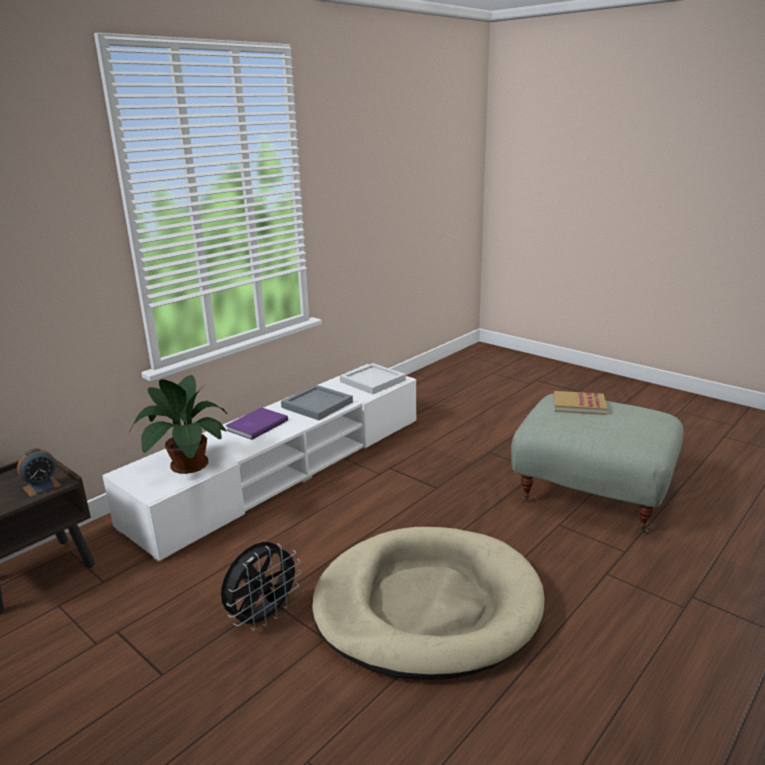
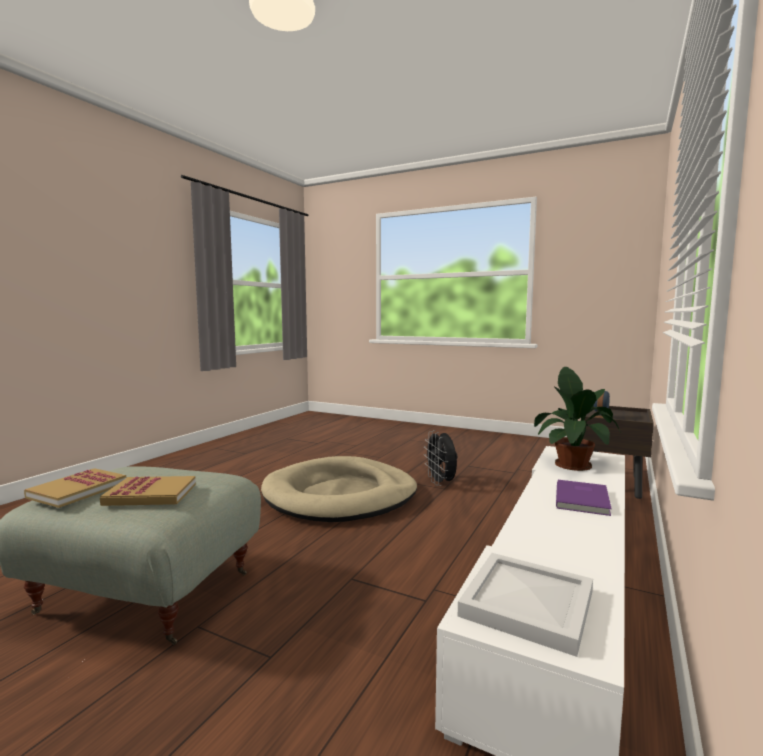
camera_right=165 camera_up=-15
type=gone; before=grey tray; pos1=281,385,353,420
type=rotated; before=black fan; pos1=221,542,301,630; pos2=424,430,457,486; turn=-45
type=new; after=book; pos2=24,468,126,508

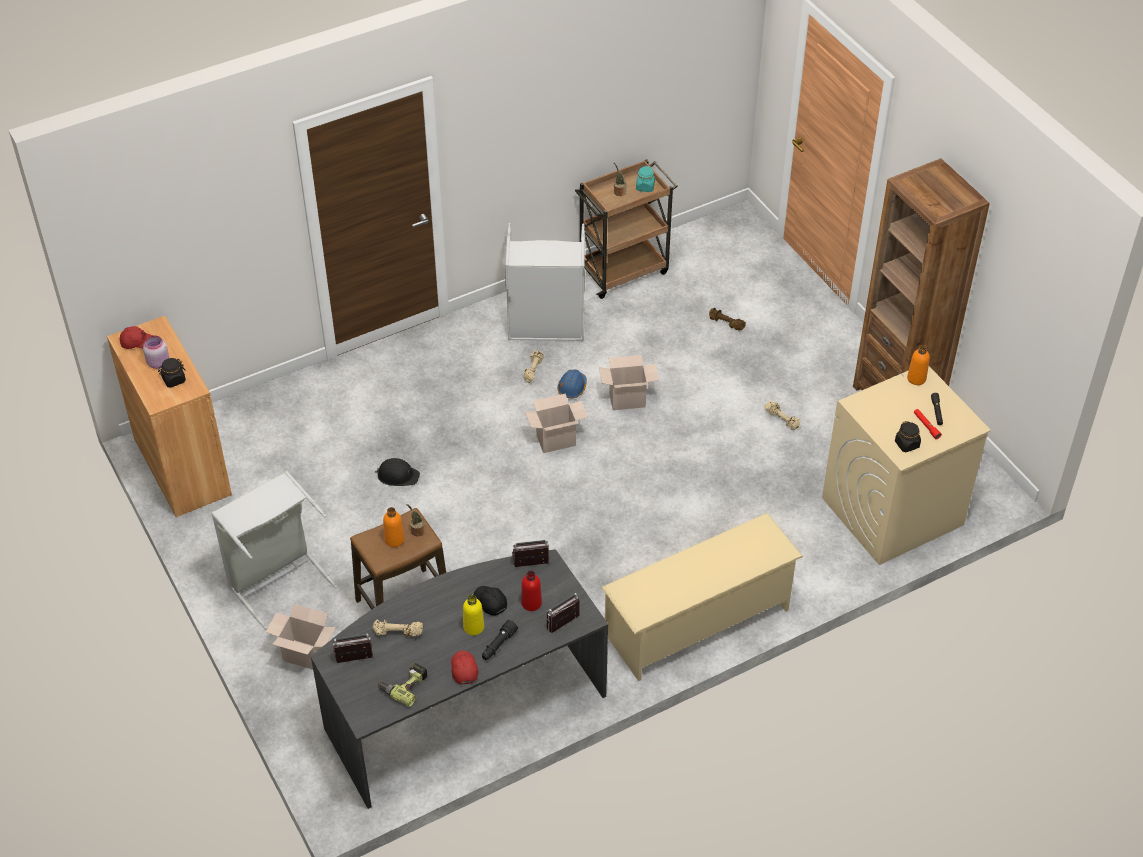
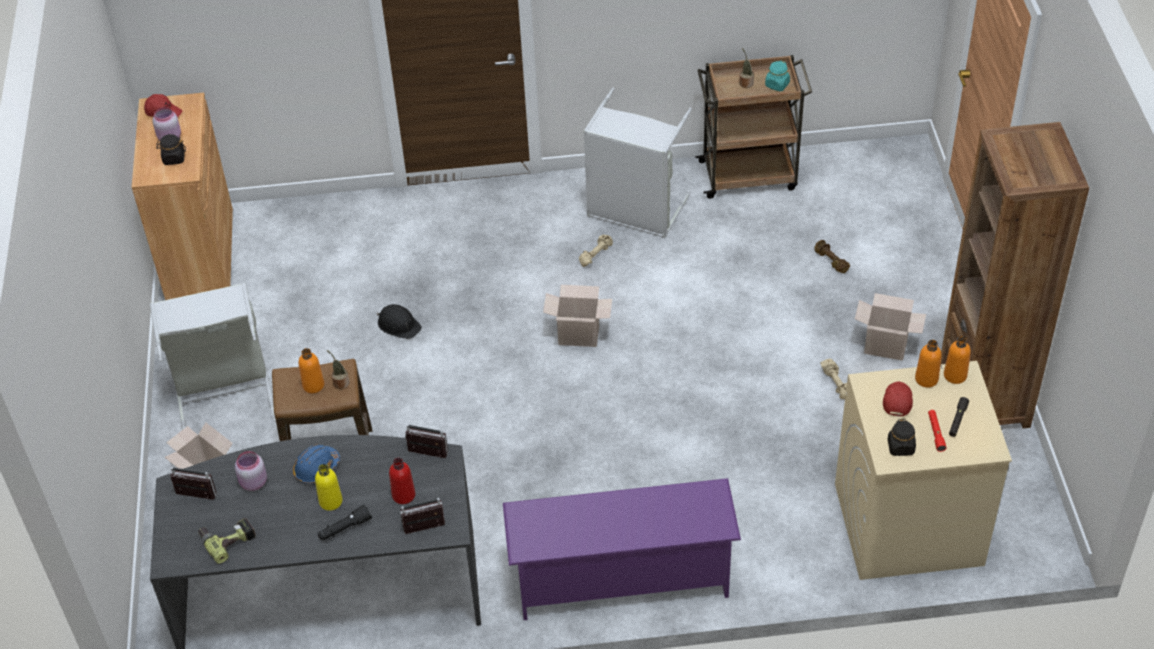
camera_right=25 camera_up=0
type=shifted; before=cardboard box; pos1=599,355,659,410; pos2=855,293,926,361
type=shifted; before=blue hard hat; pos1=557,369,587,399; pos2=293,445,340,484
type=repainted; before=beige shoe rack; after=purple shoe rack; pos1=601,513,803,681; pos2=503,478,741,620
type=gone; before=black cap; pos1=474,586,507,616
type=swapped; before=beige dumbbell; after=pink jar; pos1=372,620,423,637; pos2=235,451,267,491
type=shifted; before=red cap; pos1=451,651,478,684; pos2=883,381,913,417
type=new; after=orange bottle; pos2=915,340,942,388

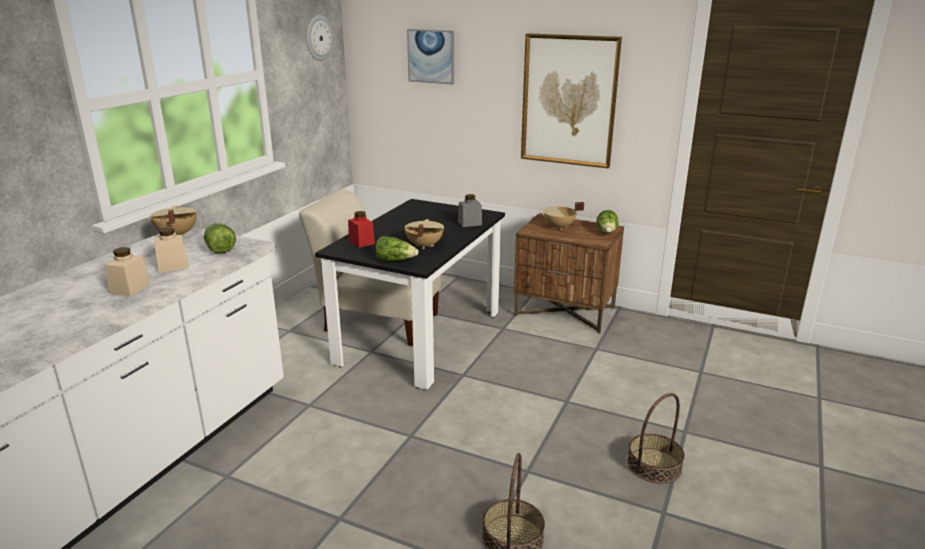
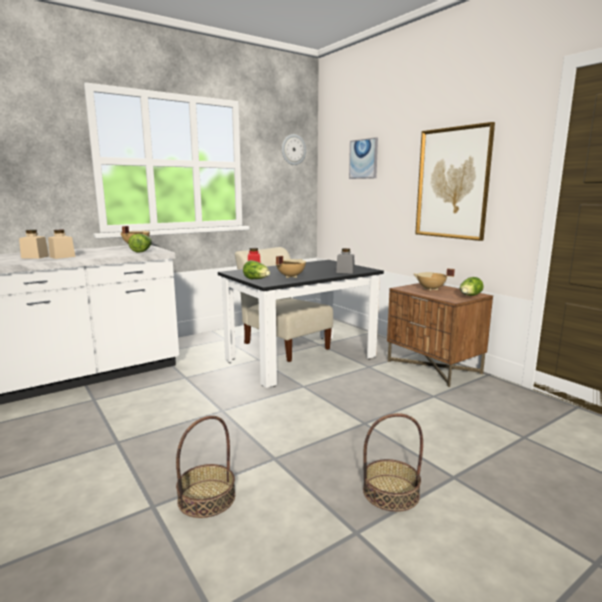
camera_right=30 camera_up=-10
type=shifted; before=beige jar; pos1=154,227,189,273; pos2=19,230,49,259

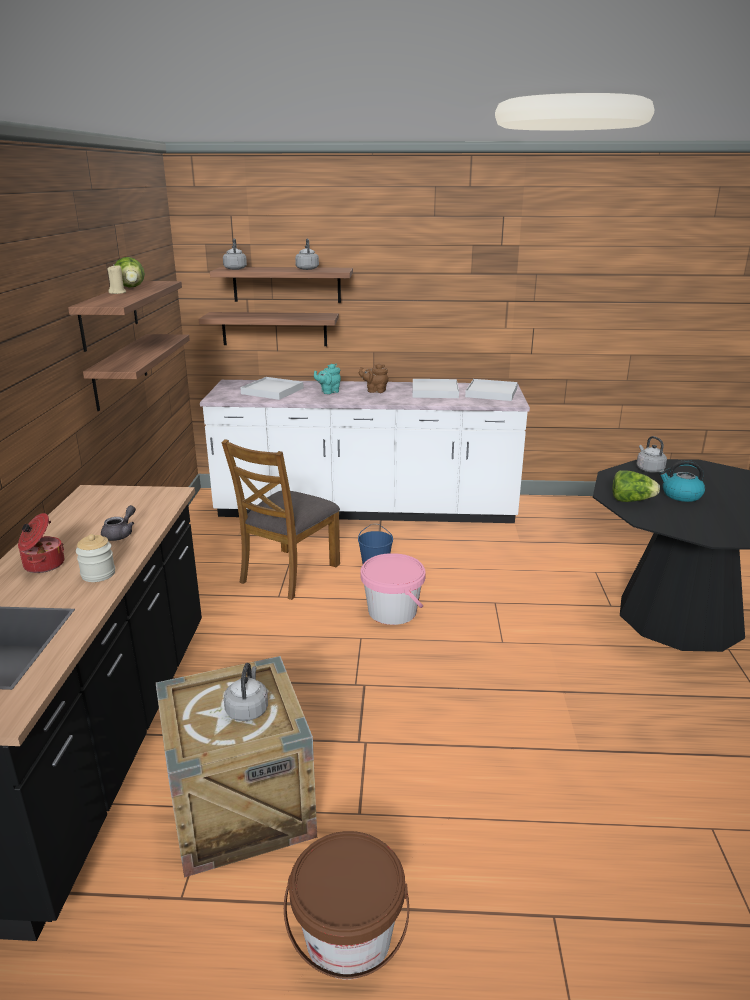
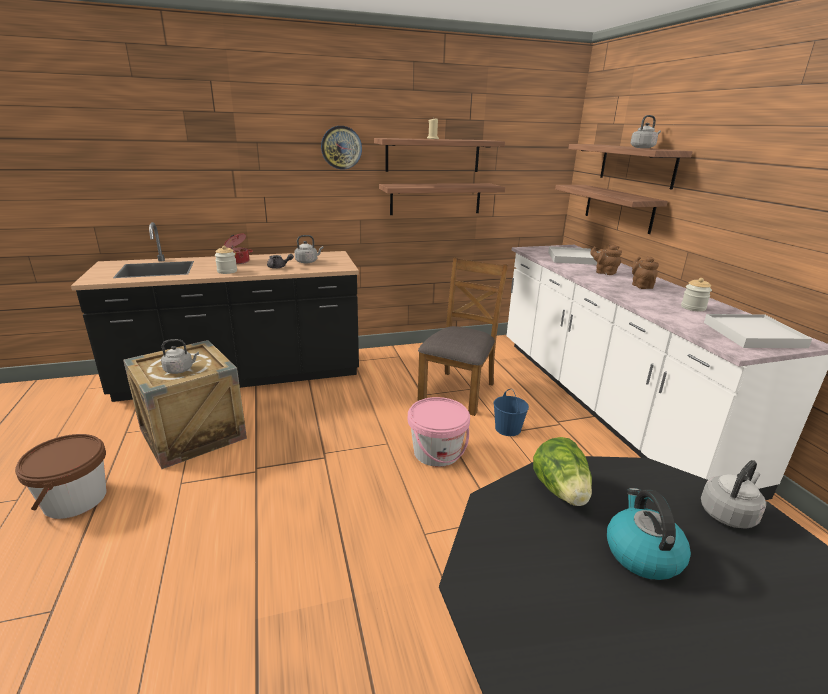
camera_right=70 camera_up=0
type=shifted; before=grey kettle; pos1=223,238,247,270; pos2=295,235,323,263
type=gone; before=lettuce; pos1=114,257,145,288
type=repainted; before=turquoise teapot; after=brown teapot; pos1=314,364,341,394; pos2=590,245,622,275
type=swapped; before=white tray; after=jar; pos1=413,379,459,398; pos2=681,278,712,311
type=rotated; before=brown chair; pos1=222,439,340,600; pos2=418,257,508,416; turn=105
type=new; after=wall clock; pos2=321,126,362,170

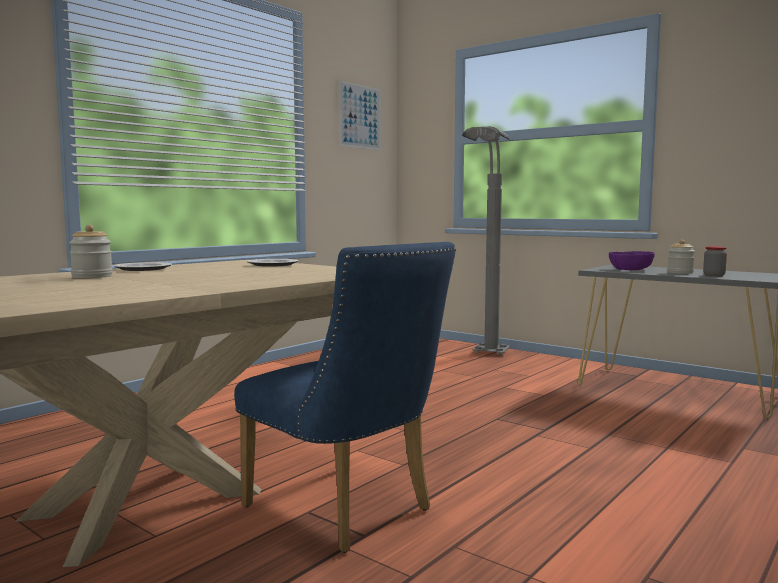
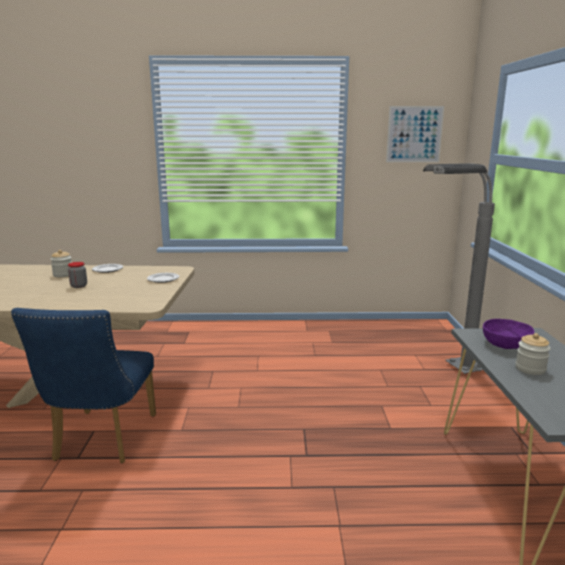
camera_right=50 camera_up=10
type=shifted; before=jar; pos1=703,246,727,277; pos2=68,262,87,288

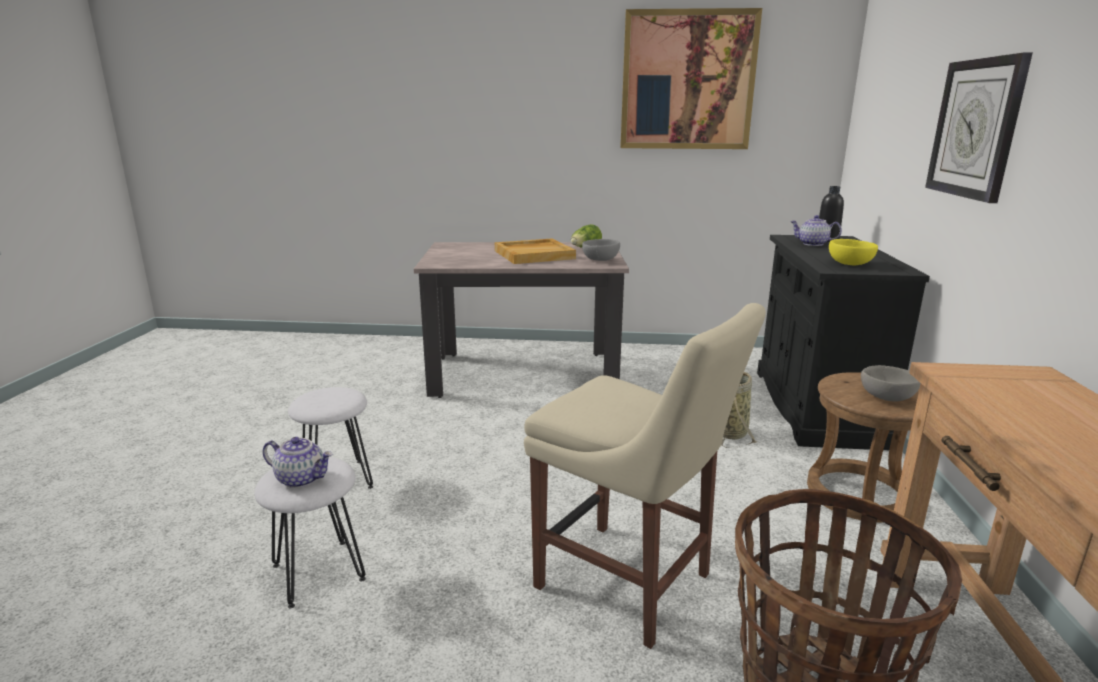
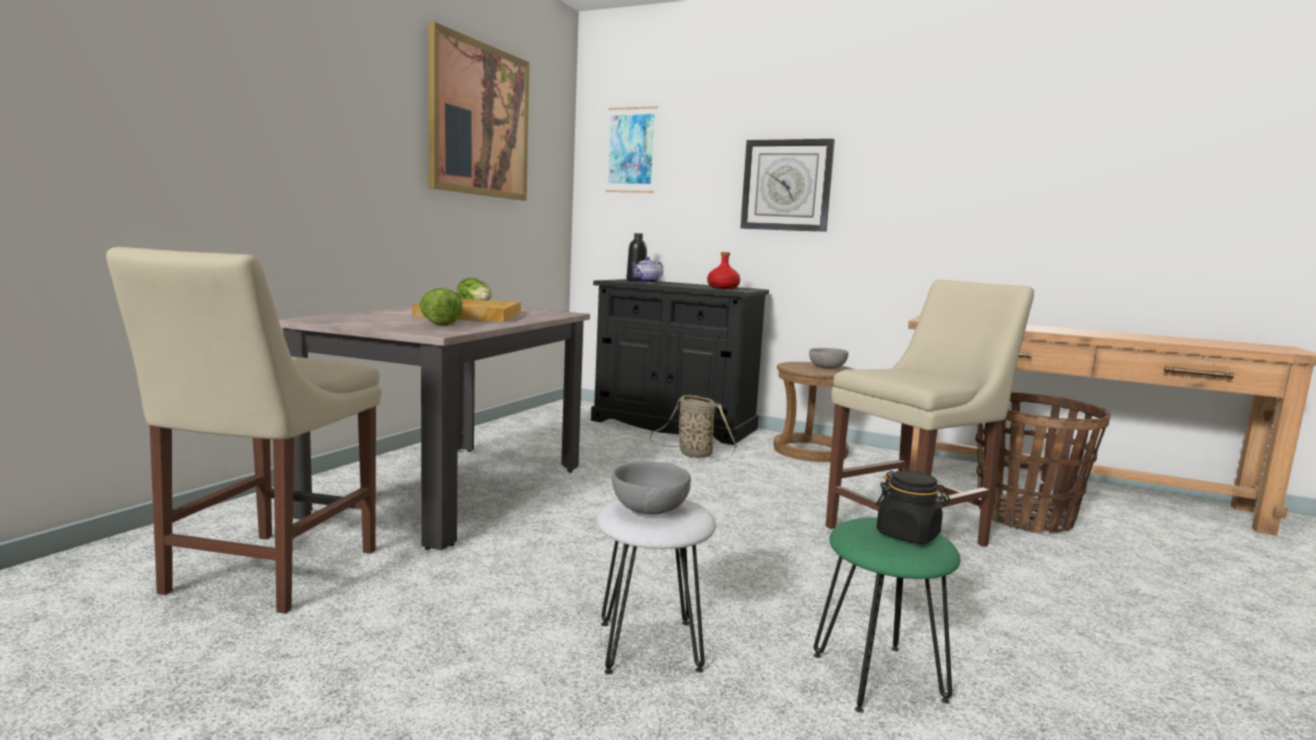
camera_right=-70 camera_up=-10
type=shifted; before=grey bowl; pos1=582,239,620,261; pos2=612,462,691,514
type=swapped; before=yellow bowl; after=red bottle; pos1=829,239,878,265; pos2=707,252,740,289
type=swapped; before=teapot; after=black jar; pos1=263,437,333,488; pos2=876,471,950,544
type=repainted; before=white stool; after=green stool; pos1=254,457,366,608; pos2=813,517,961,713
type=new; after=picture; pos2=605,106,658,193
type=new; after=beige chair; pos2=106,247,382,614
type=new; after=lettuce; pos2=420,288,463,326

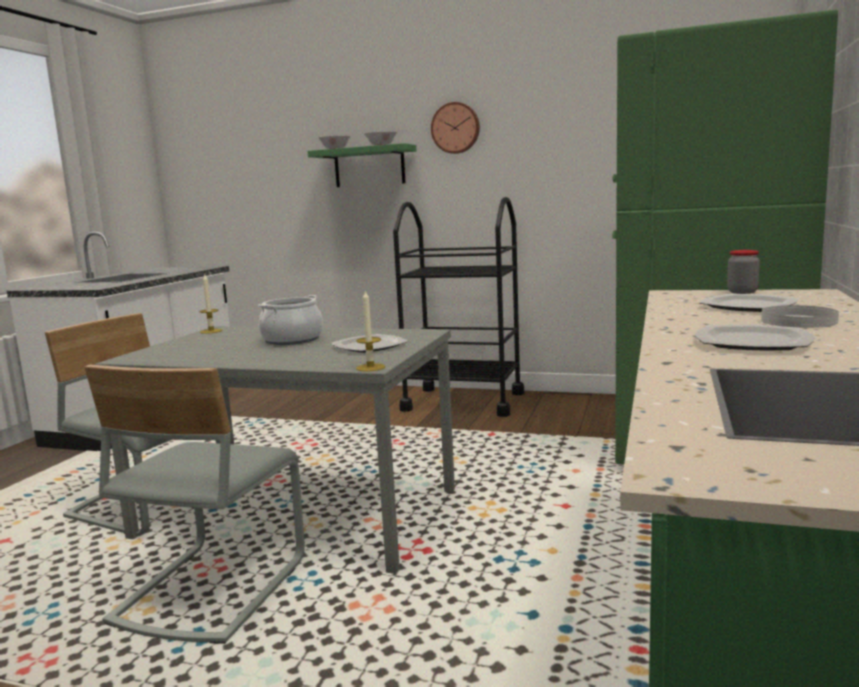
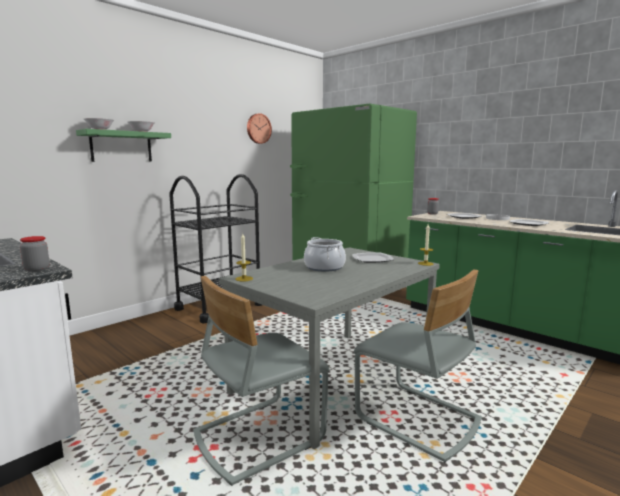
camera_right=-65 camera_up=0
type=shifted; before=wall clock; pos1=431,102,480,154; pos2=247,113,272,144
type=new; after=jar; pos2=20,236,50,272

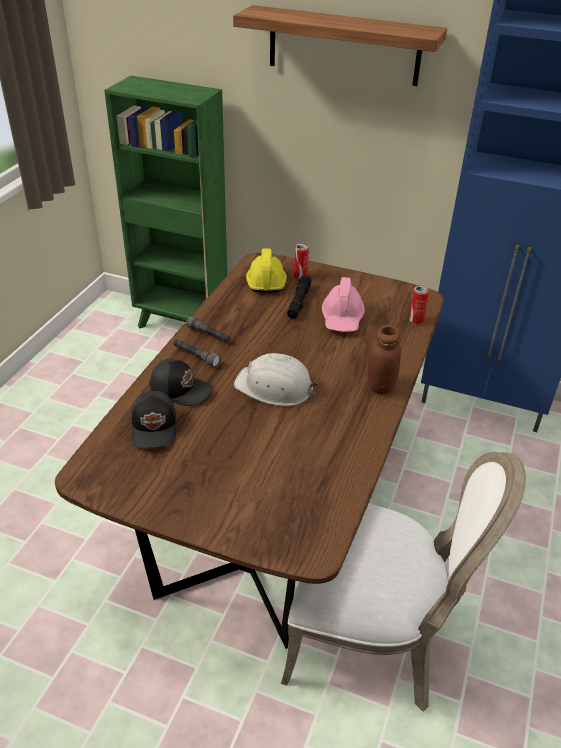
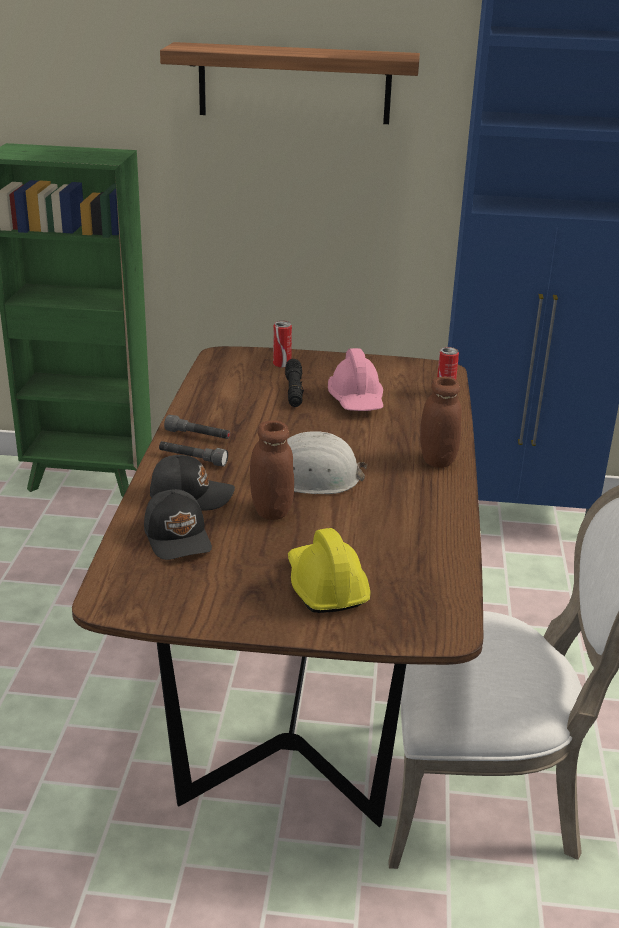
camera_right=-15 camera_up=-10
type=shifted; before=yellow hard hat; pos1=246,248,287,293; pos2=288,528,371,613
type=new; after=brown jar; pos2=250,420,294,520

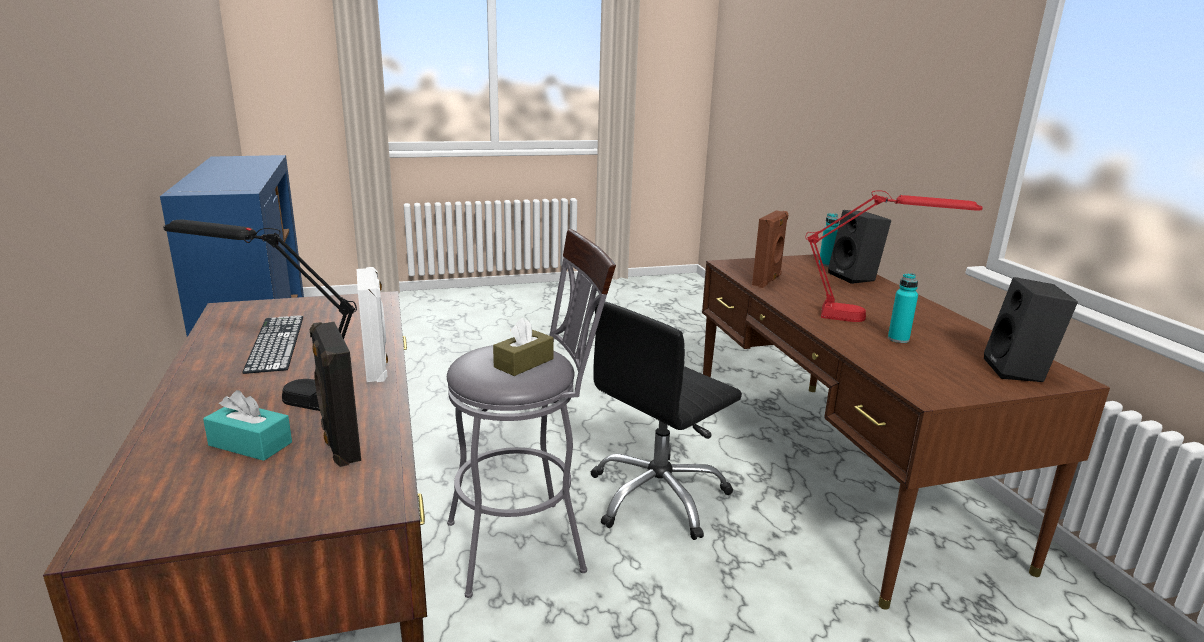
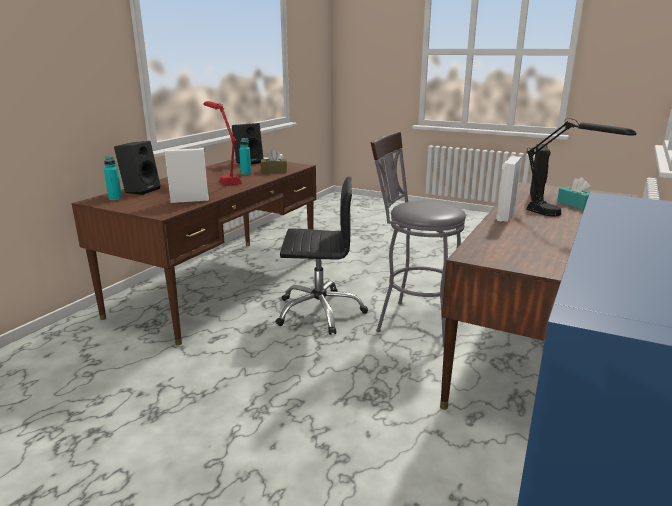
camera_right=-135 camera_up=0
type=repainted; before=brown speaker; after=white speaker; pos1=752,211,788,288; pos2=165,148,209,203
type=gone; before=keyboard; pos1=242,315,303,374
type=shifted; before=brown tissue box; pos1=493,318,554,376; pos2=261,150,287,173

